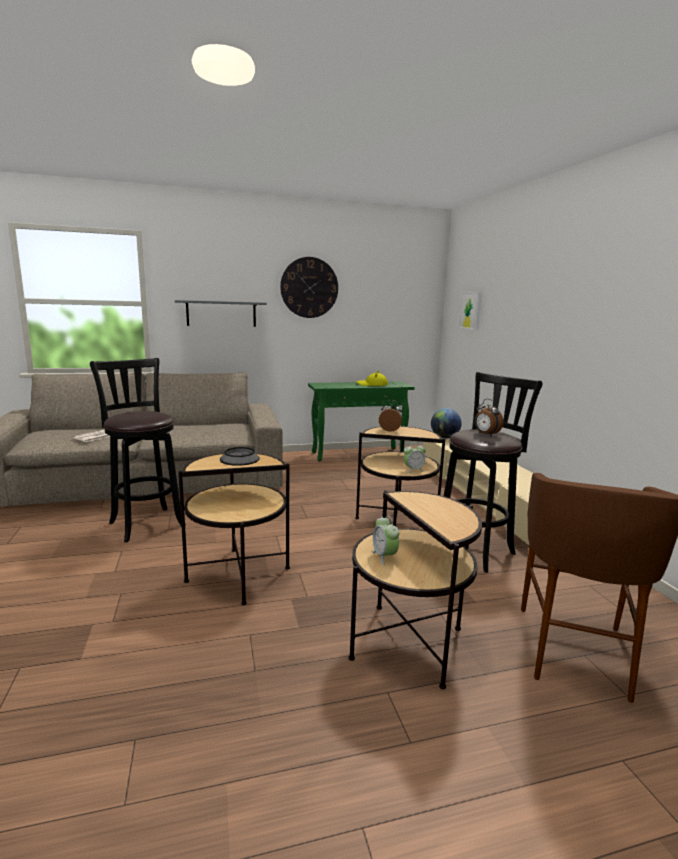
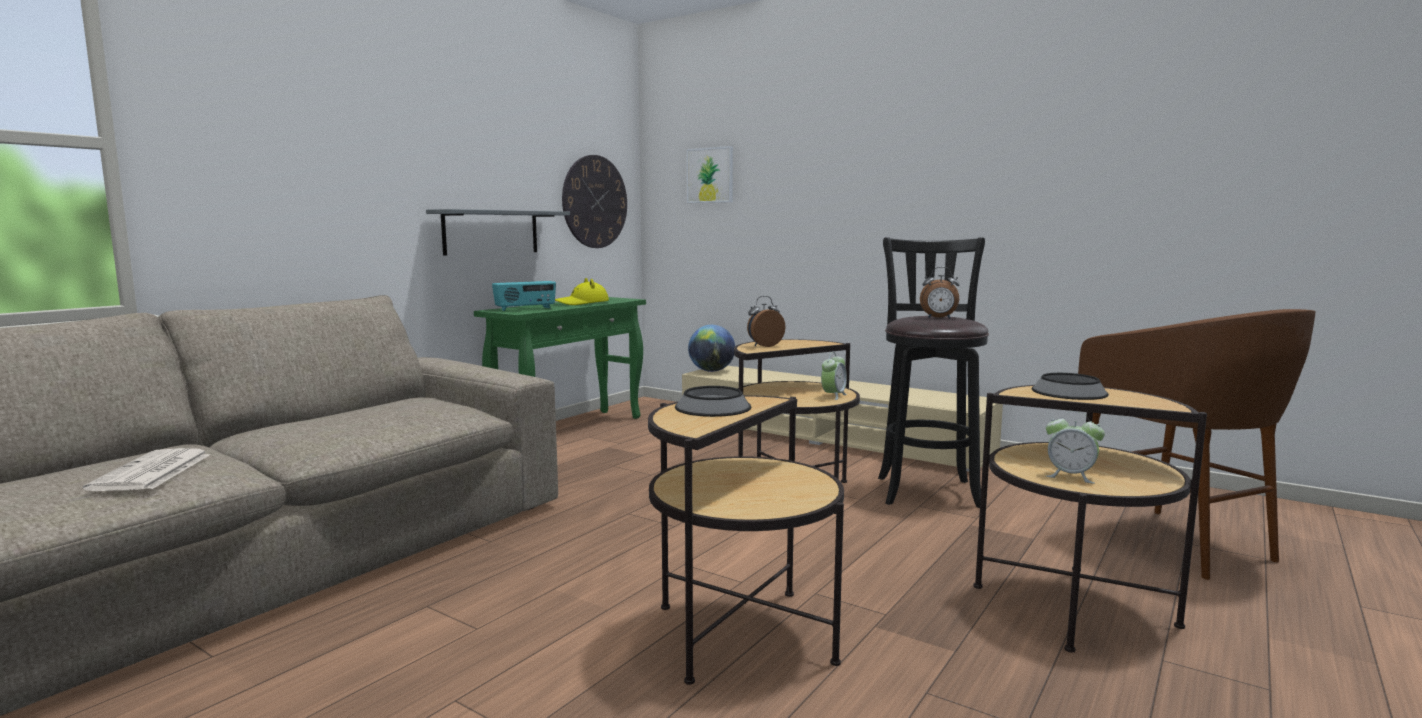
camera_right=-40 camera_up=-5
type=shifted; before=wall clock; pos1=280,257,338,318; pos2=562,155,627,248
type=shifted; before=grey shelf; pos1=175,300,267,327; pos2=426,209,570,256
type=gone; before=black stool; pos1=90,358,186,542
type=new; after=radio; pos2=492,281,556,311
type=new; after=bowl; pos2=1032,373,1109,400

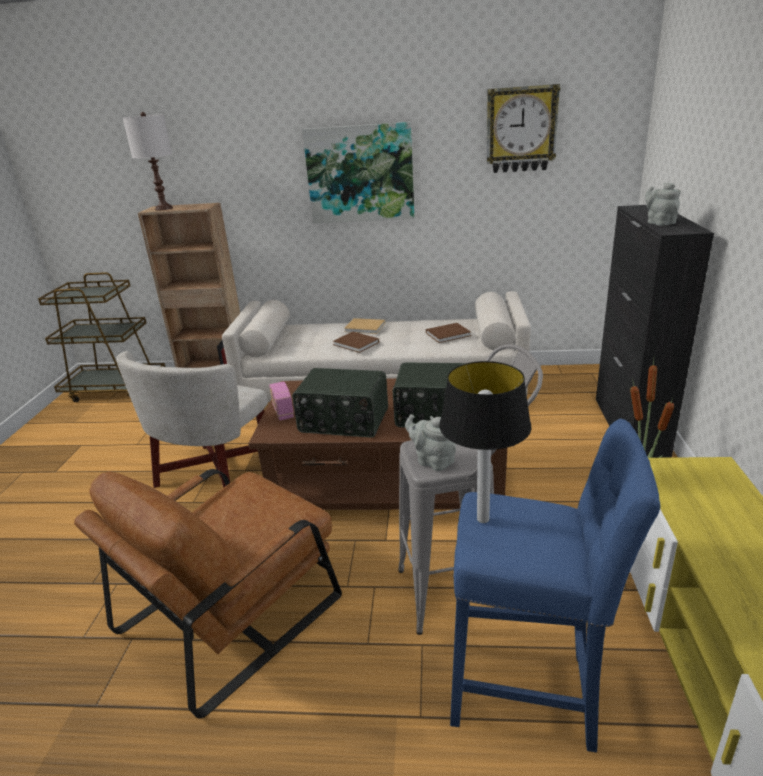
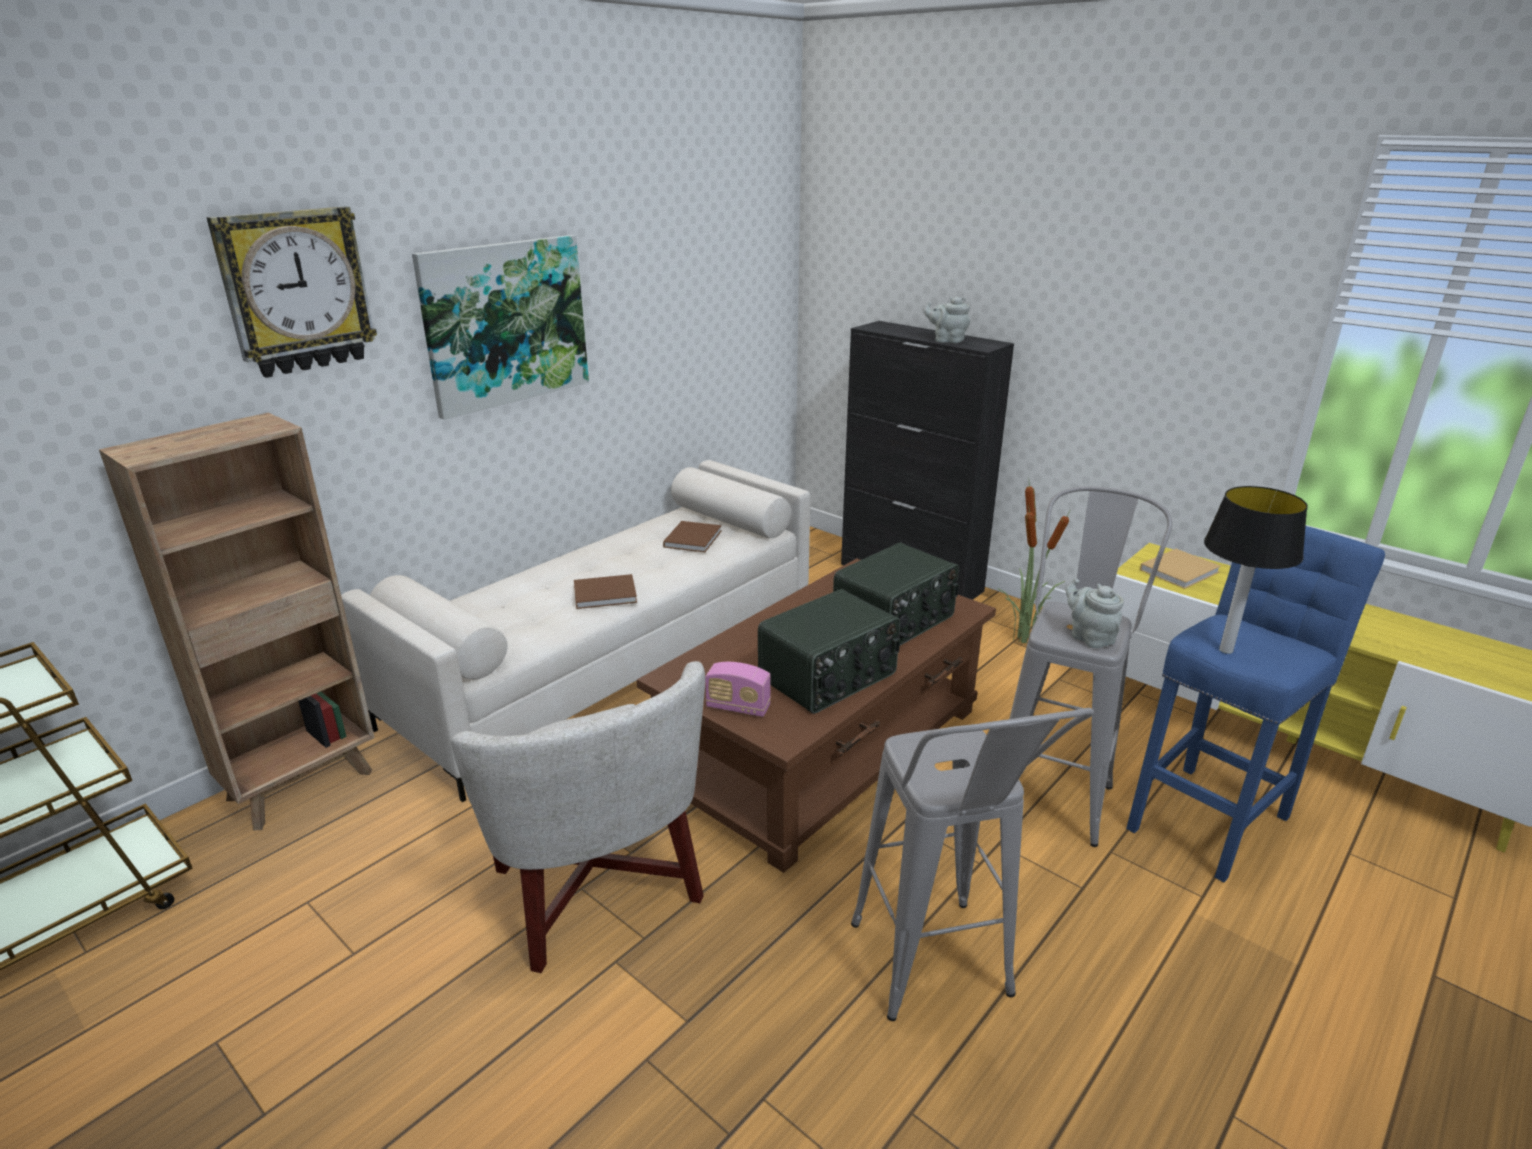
camera_right=-55 camera_up=0
type=shifted; before=wall clock; pos1=486,84,560,173; pos2=206,206,377,378
type=gone; before=white table lamp; pos1=123,112,173,210
type=shifted; before=beige book; pos1=344,318,385,334; pos2=1140,549,1221,589
type=rotated; before=grey teapot; pos1=405,414,456,471; pos2=1066,578,1124,648; turn=75
type=swapped; before=brown armchair; after=grey stool; pos1=74,469,342,719; pos2=851,708,1094,1021

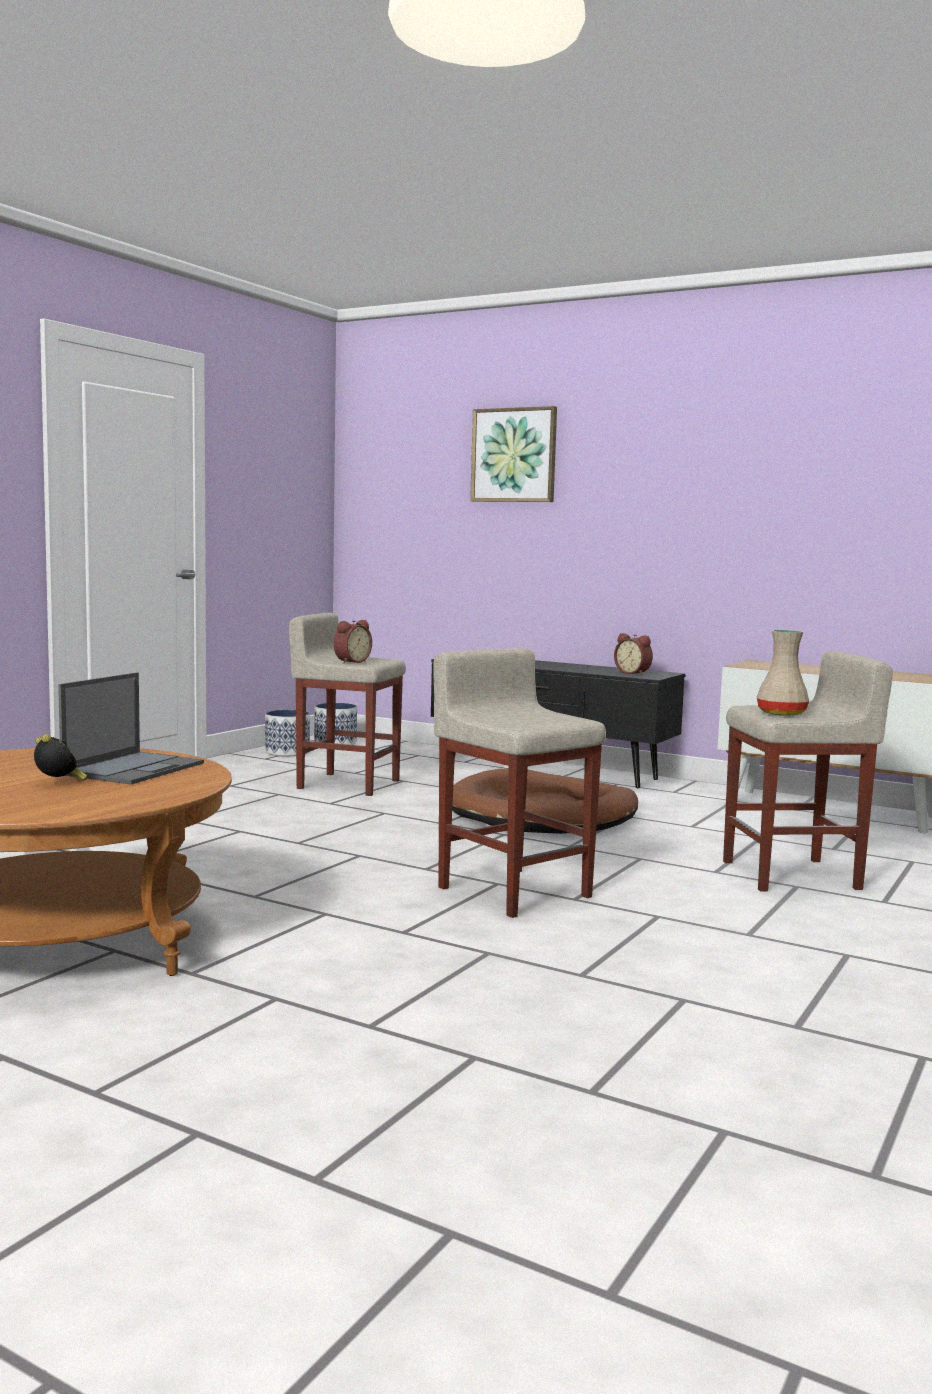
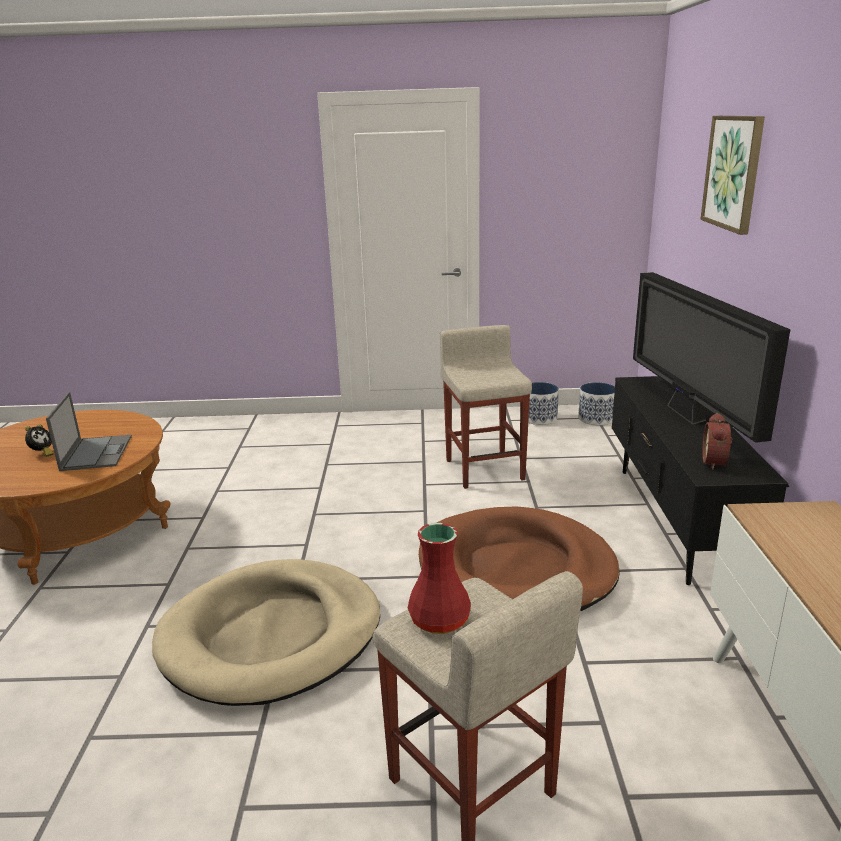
camera_right=60 camera_up=15
type=gone; before=alarm clock; pos1=333,620,372,663
type=repainted; before=beige vase; after=red vase; pos1=757,630,809,716; pos2=408,523,471,634
type=swapped; before=beige stool; after=beige dog bed; pos1=433,648,606,918; pos2=152,559,380,706
type=rotated; before=laptop; pos1=58,672,204,784; pos2=46,392,132,471; turn=-90
type=new; after=television; pos2=633,272,791,443

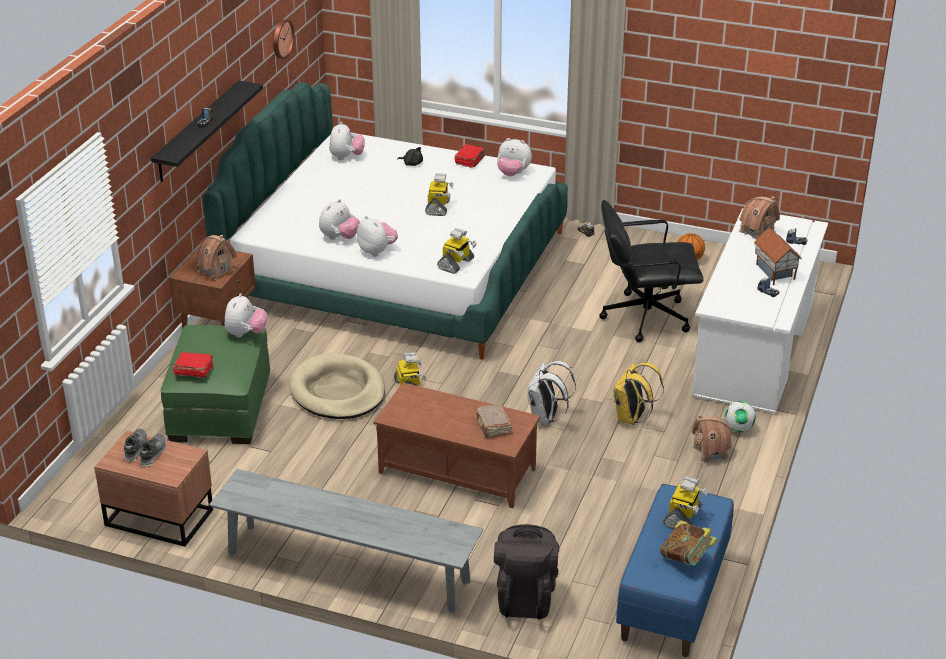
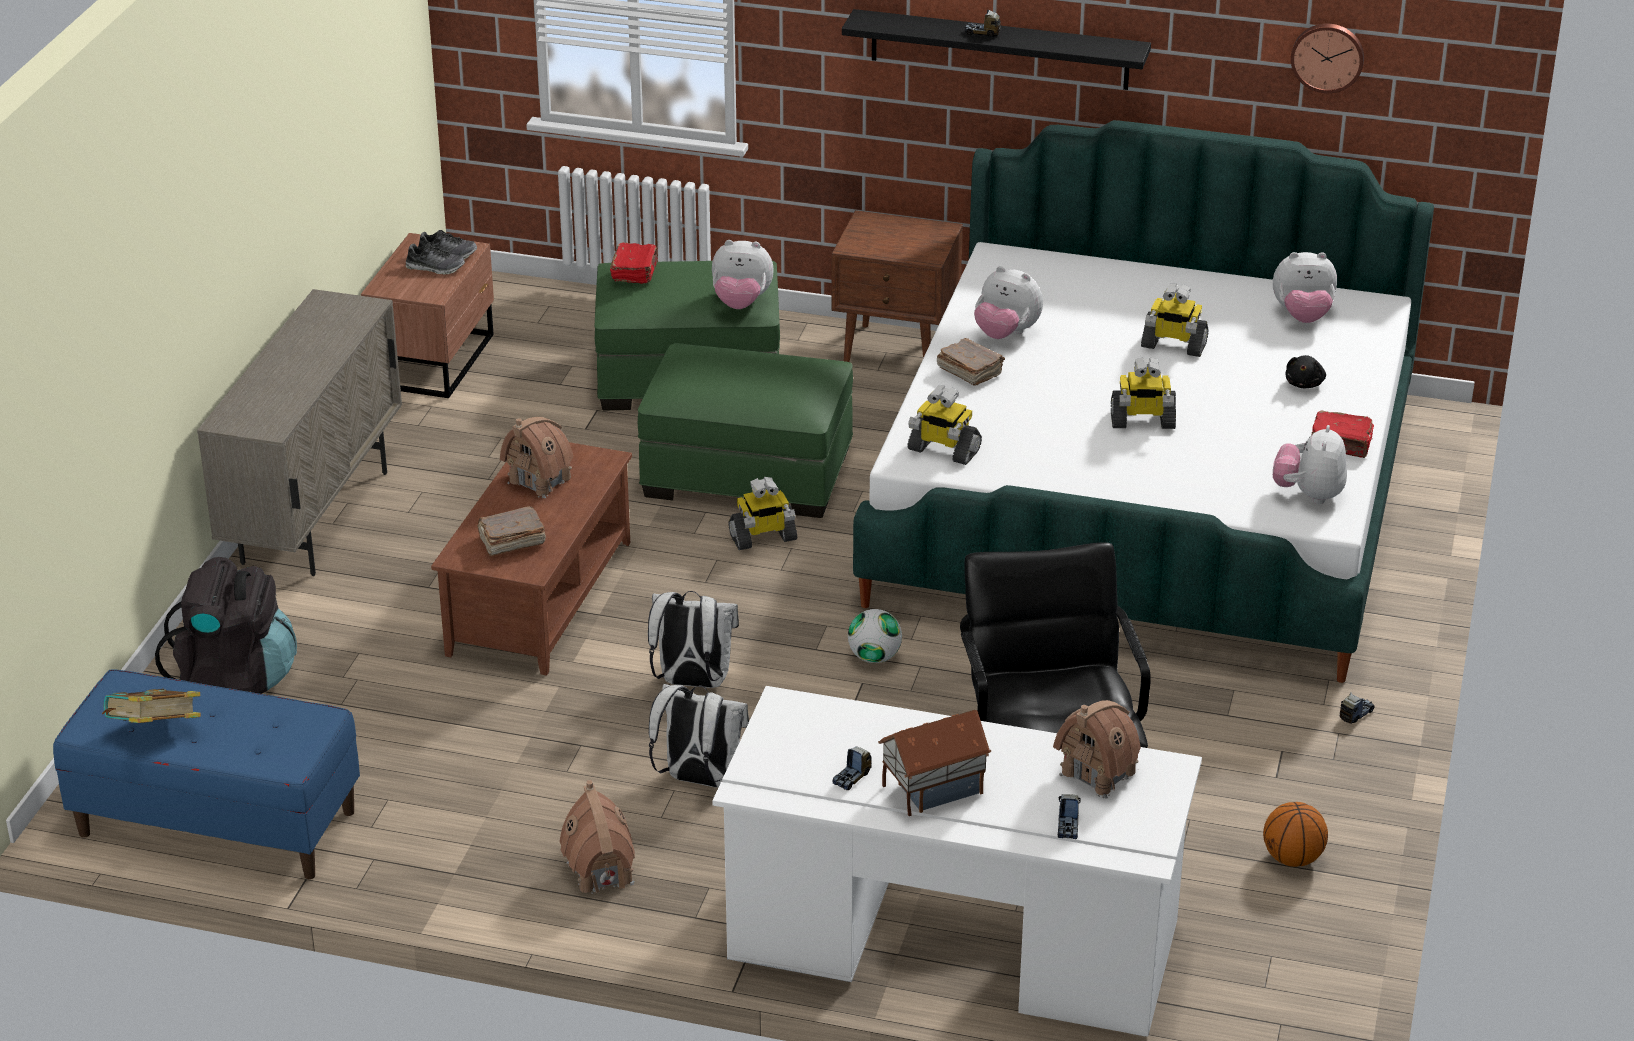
camera_right=85 camera_up=0
type=swapped; before=plush toy; after=brown book; pos1=357,215,398,257; pos2=937,338,1005,386
type=shifted; before=toy house; pos1=196,235,237,280; pos2=500,417,573,498
type=swapped; before=beige dog bed; after=green ottoman; pos1=289,353,385,419; pos2=638,343,853,518
type=repainted; before=yellow backpack; after=white backpack; pos1=614,363,664,425; pos2=649,684,749,788
type=shifted; before=football; pos1=724,401,756,432; pos2=848,609,902,663
type=swapped; before=grey bench; after=beige cabinet; pos1=209,469,483,613; pos2=197,289,402,576
type=shifted; before=toy robot; pos1=663,476,708,530; pos2=1141,283,1209,357

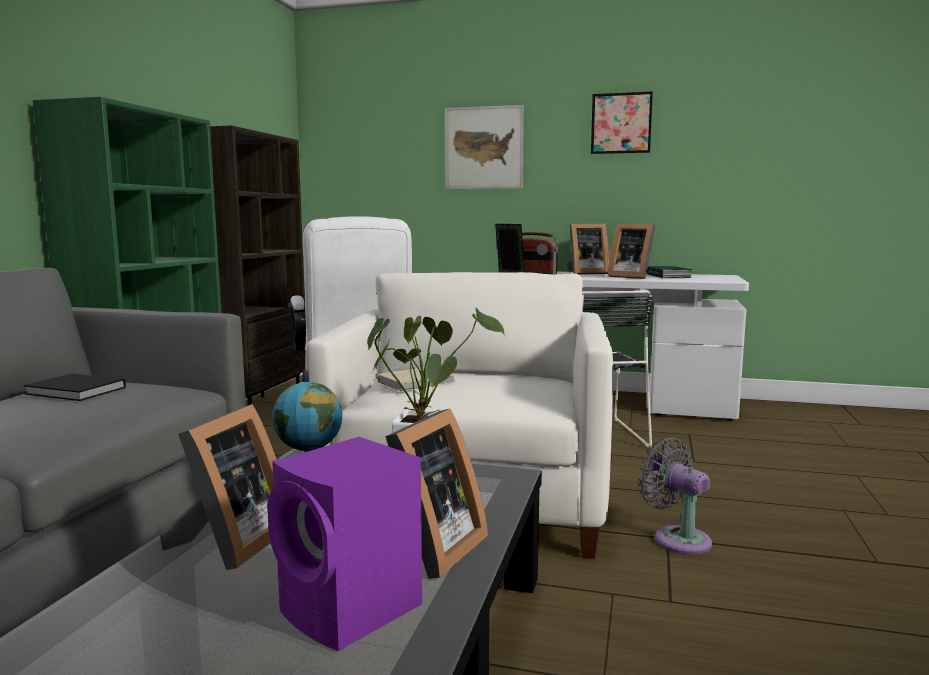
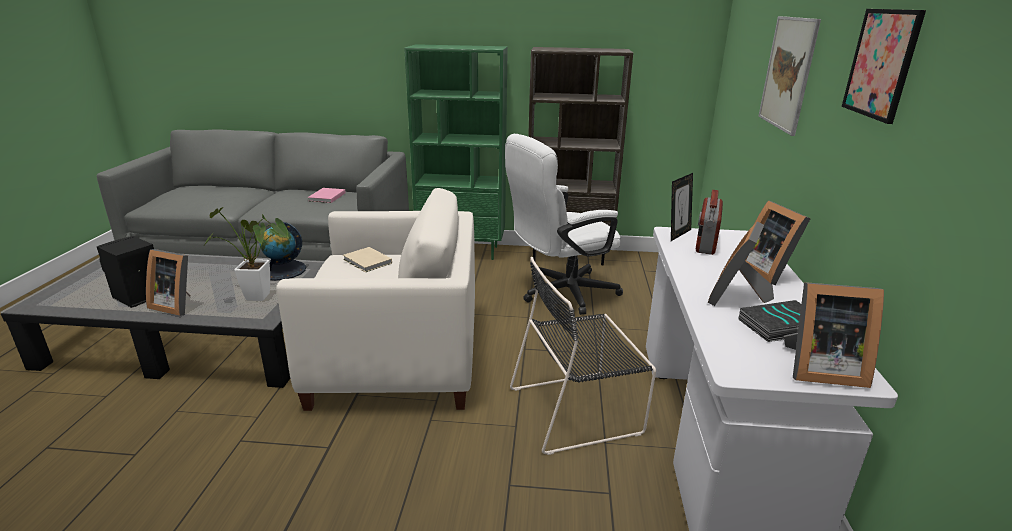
camera_right=80 camera_up=15
type=repainted; before=black book; after=pink book; pos1=24,374,126,401; pos2=308,188,346,203
type=shifted; before=picture frame; pos1=160,404,277,570; pos2=784,282,884,388
type=repainted; before=purple speaker; after=black speaker; pos1=267,437,422,651; pos2=97,236,154,308
type=gone; before=grey fan; pos1=638,437,712,555

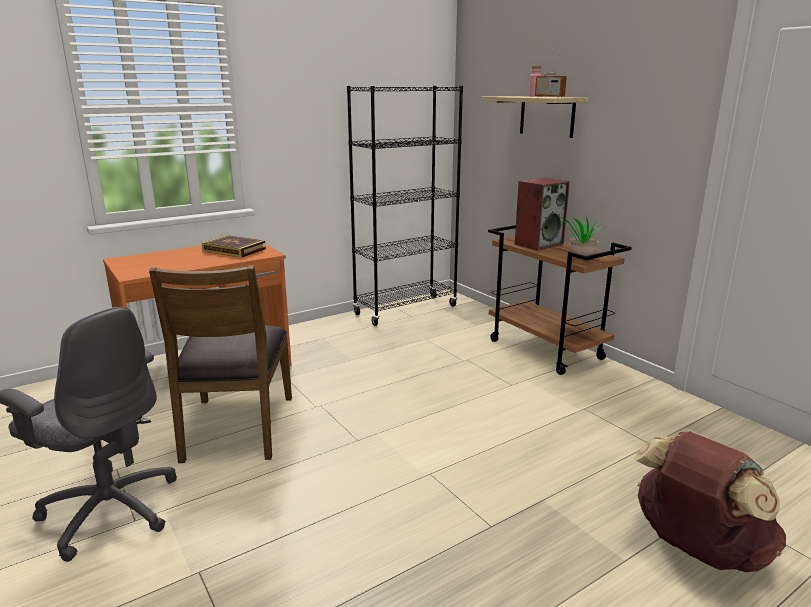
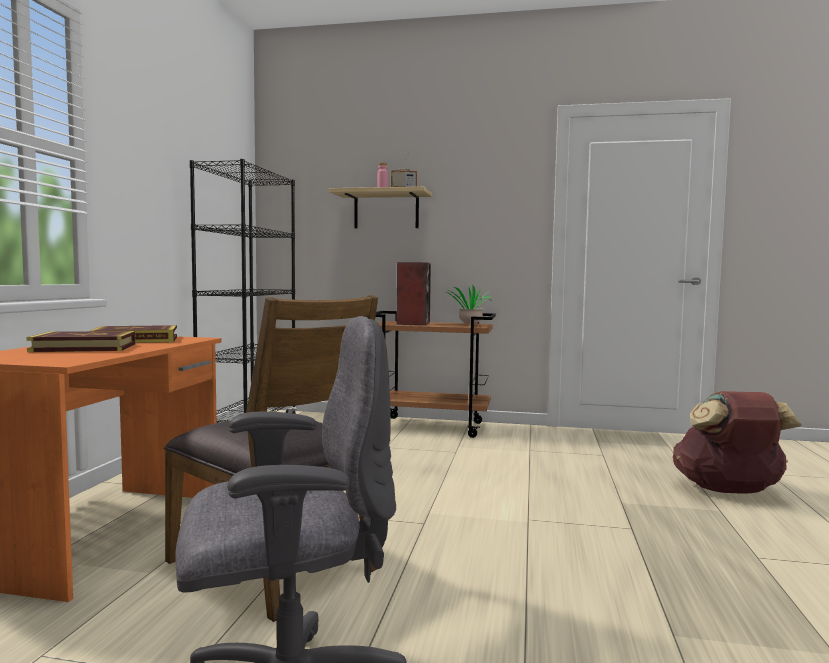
camera_right=-45 camera_up=-15
type=new; after=book; pos2=27,331,135,352

